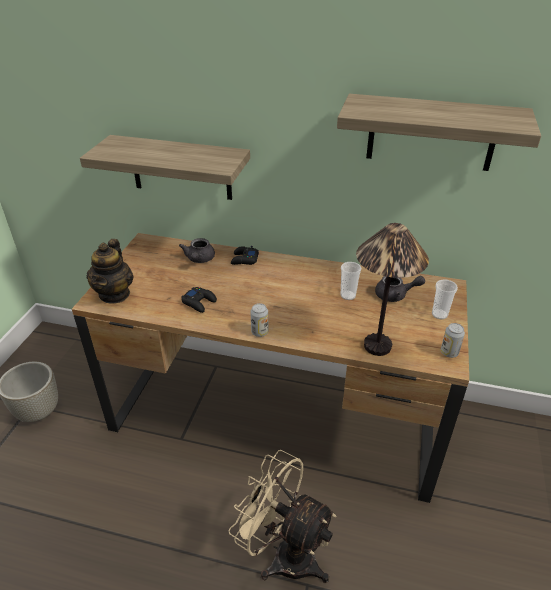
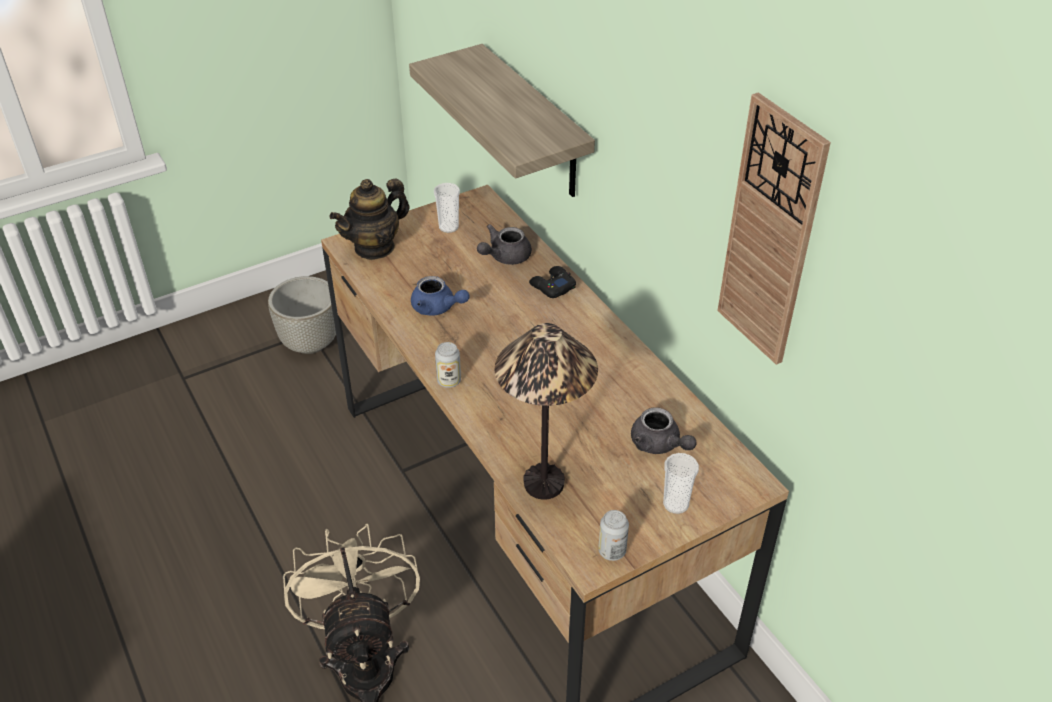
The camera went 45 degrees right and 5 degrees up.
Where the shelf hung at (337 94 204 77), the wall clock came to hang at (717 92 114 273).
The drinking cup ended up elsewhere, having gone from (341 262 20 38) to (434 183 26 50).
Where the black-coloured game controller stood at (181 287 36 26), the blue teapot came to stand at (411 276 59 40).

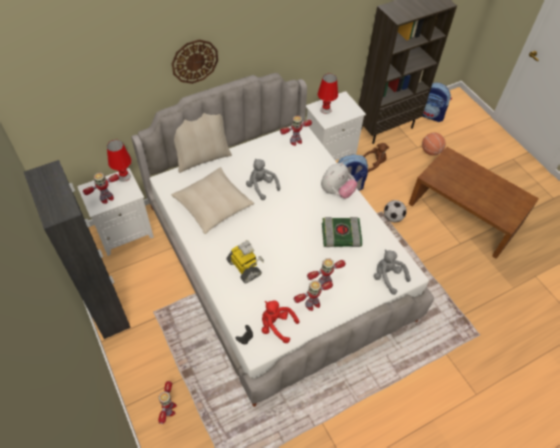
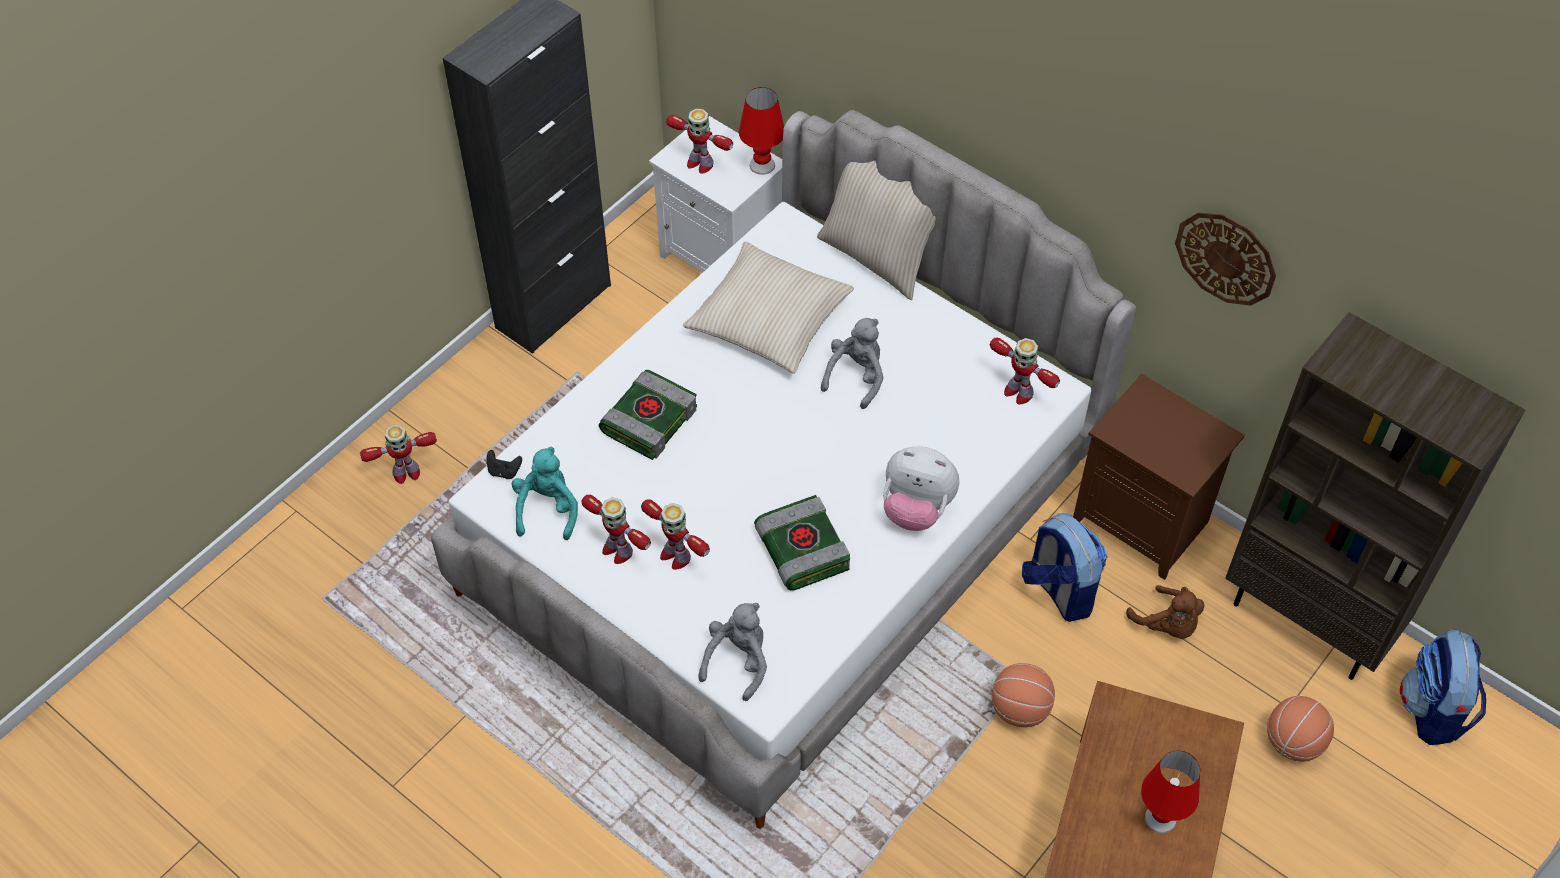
The camera went 70 degrees right and 0 degrees up.
The wall clock ended up elsewhere, having gone from (172 39 46 45) to (1175 212 101 94).
The reddish table lamp ended up elsewhere, having gone from (318 74 20 40) to (1141 750 59 83).
What was the white-coloured bedside table at (306 91 60 70) turned into the brown bedside table at (1073 374 172 206).
Where the ball for football stood at (384 200 23 22), the ball for basketball came to stand at (992 663 63 64).
Where the toy robot stood at (226 240 38 43), the volume came to stand at (599 370 98 90).
What was the reddish plush toy at (262 300 37 43) turned into the turquoise plush toy at (512 447 66 93).

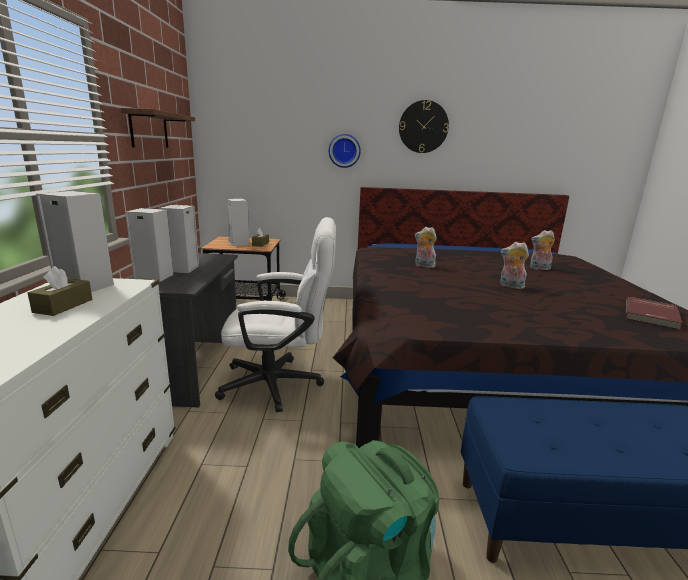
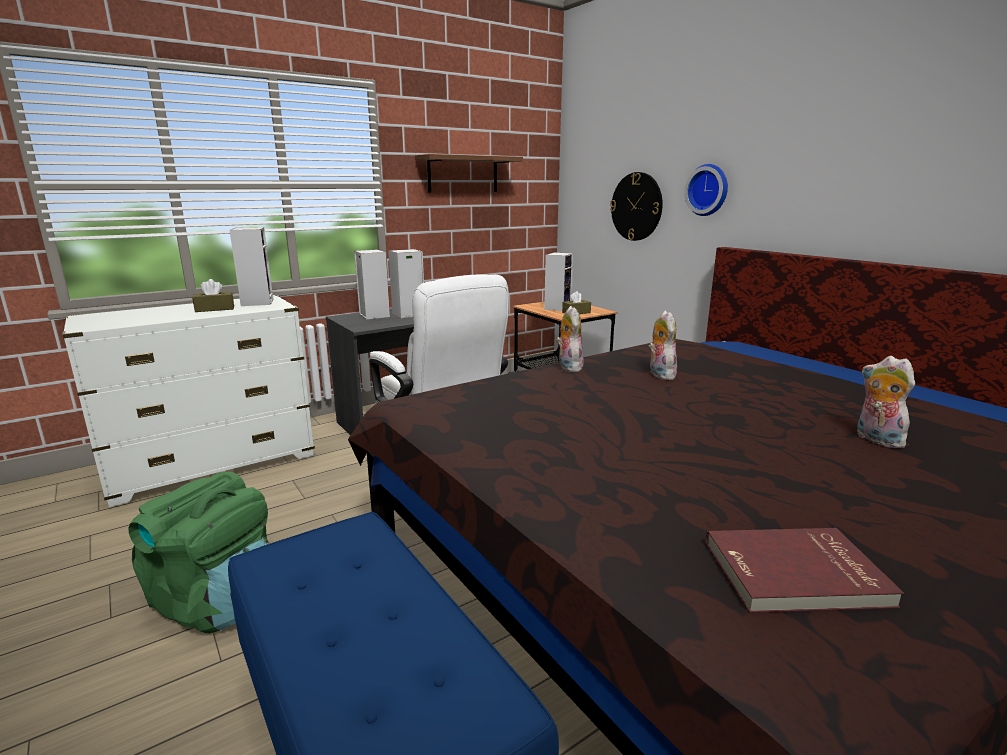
The camera went 55 degrees right and 0 degrees up.
The wall clock ended up elsewhere, having gone from (399 100 50 53) to (610 172 53 69).
The plush toy ended up elsewhere, having gone from (500 242 29 47) to (556 306 28 66).

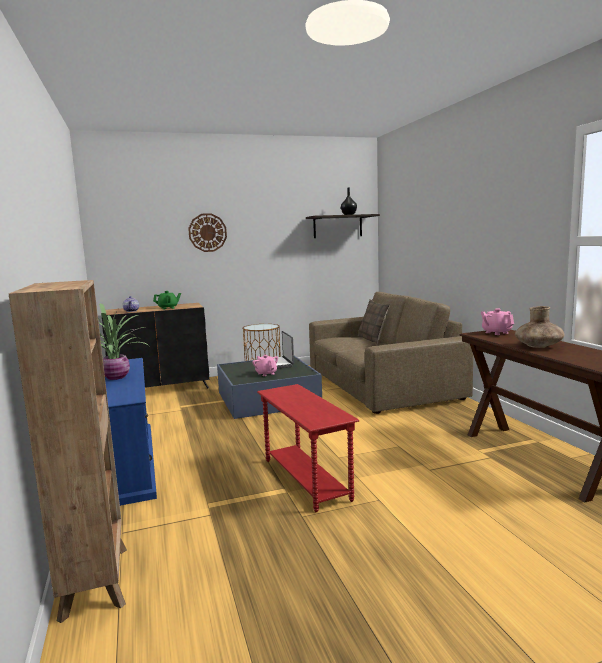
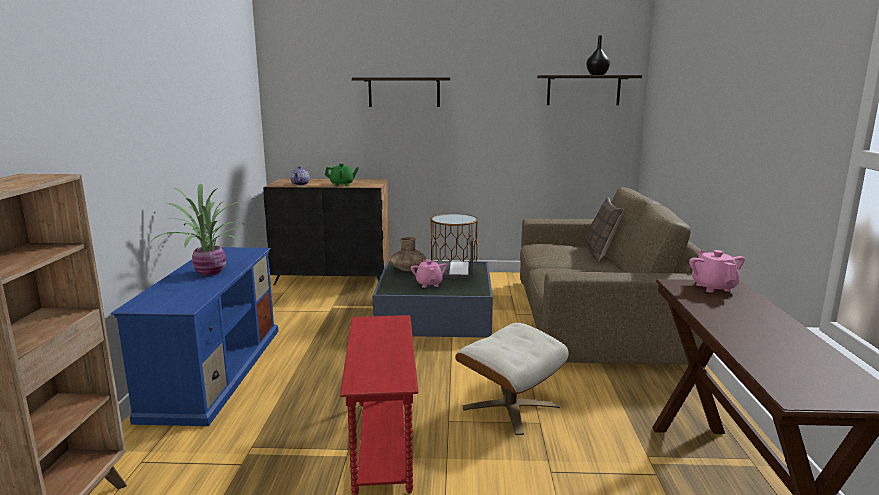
The camera went 20 degrees right and 5 degrees up.
Where the wall clock hung at (188 213 39 39), the shelf came to hang at (352 77 98 30).
The brown flower vase ended up elsewhere, having gone from (515 306 49 42) to (390 237 37 34).
The second view gained the beige-coloured ottoman at (455 323 114 112).

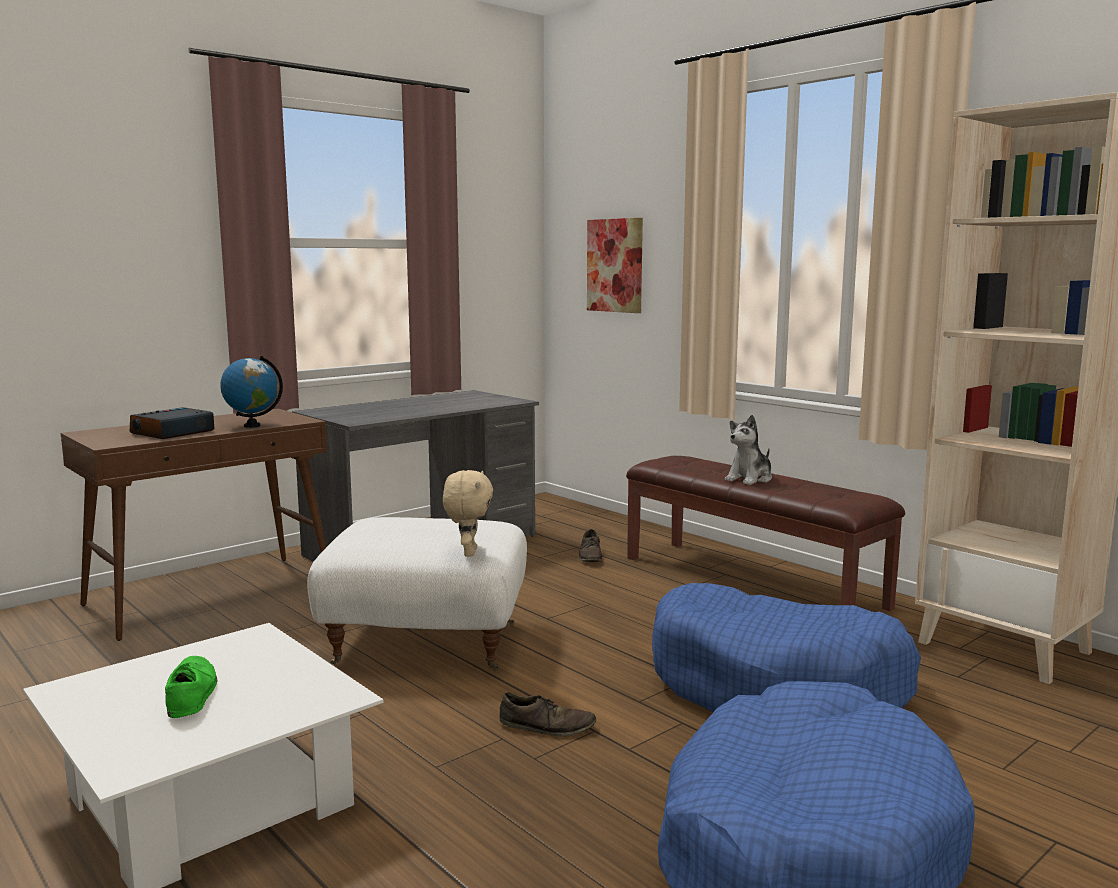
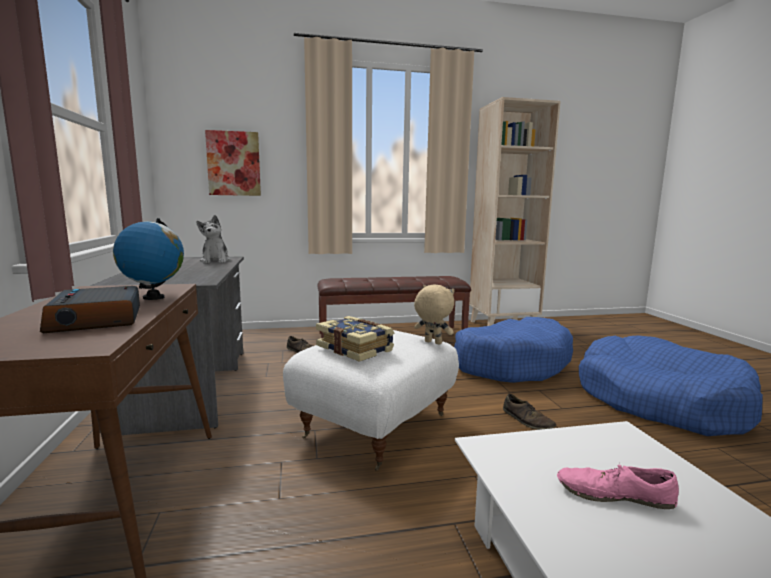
The camera went 60 degrees left and 0 degrees up.
The plush toy ended up elsewhere, having gone from (725 415 47 70) to (196 215 35 48).
What was the greenish shoe at (165 656 52 62) turned into the pinkish shoe at (557 464 122 45).
The brown shoe at (500 693 96 44) ended up facing another way, 105 degrees clockwise from before.
The second view gained the volume at (316 316 78 46).

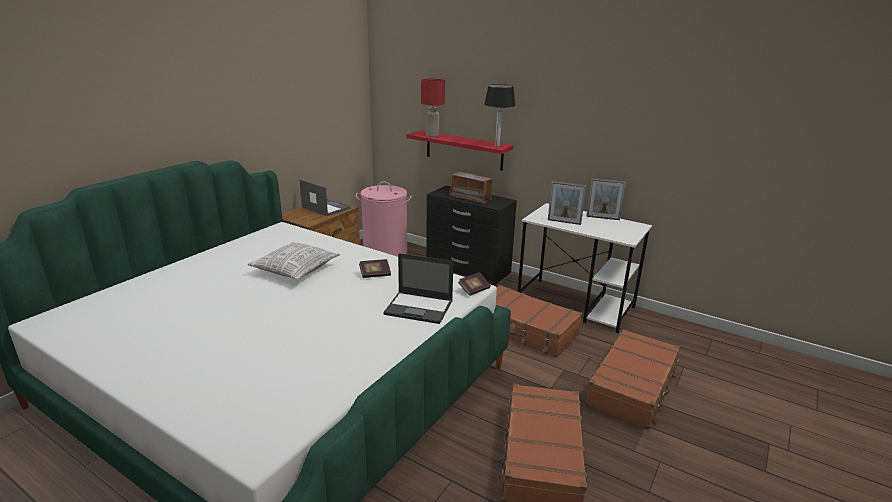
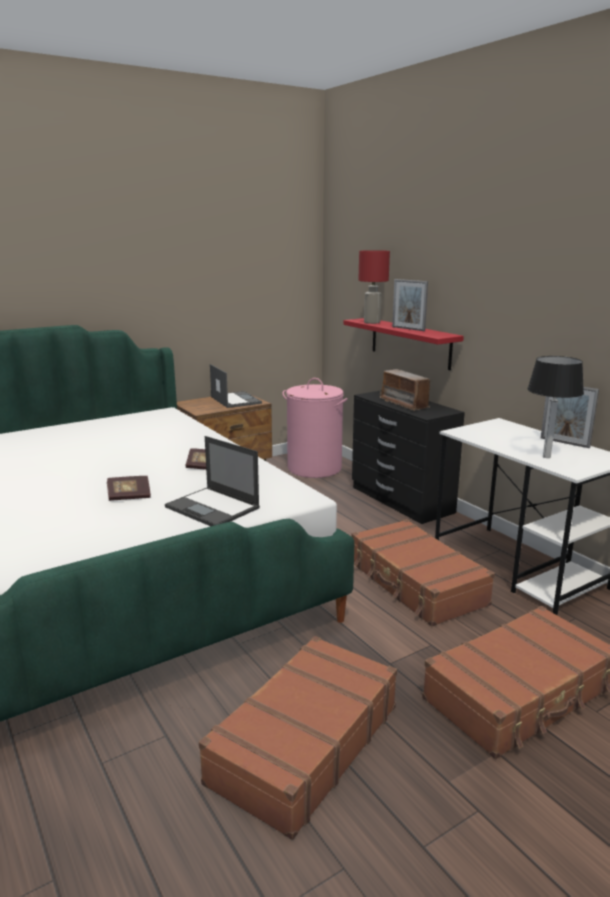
The camera went 25 degrees right and 5 degrees down.
The table lamp ended up elsewhere, having gone from (484 84 32 62) to (527 356 57 102).
The photo frame ended up elsewhere, having gone from (548 181 38 44) to (392 279 36 52).
The second view lost the throw pillow at (248 242 92 38).
The volume ended up elsewhere, having gone from (458 272 33 24) to (107 476 44 25).

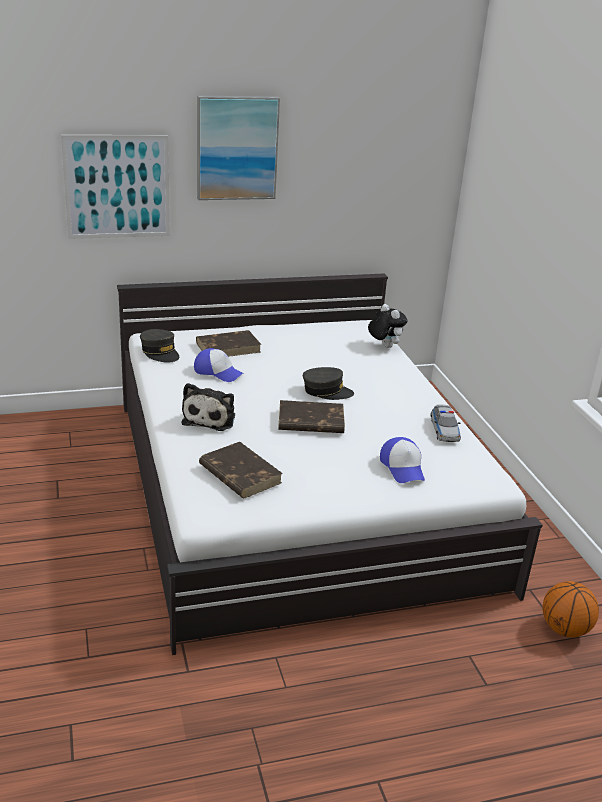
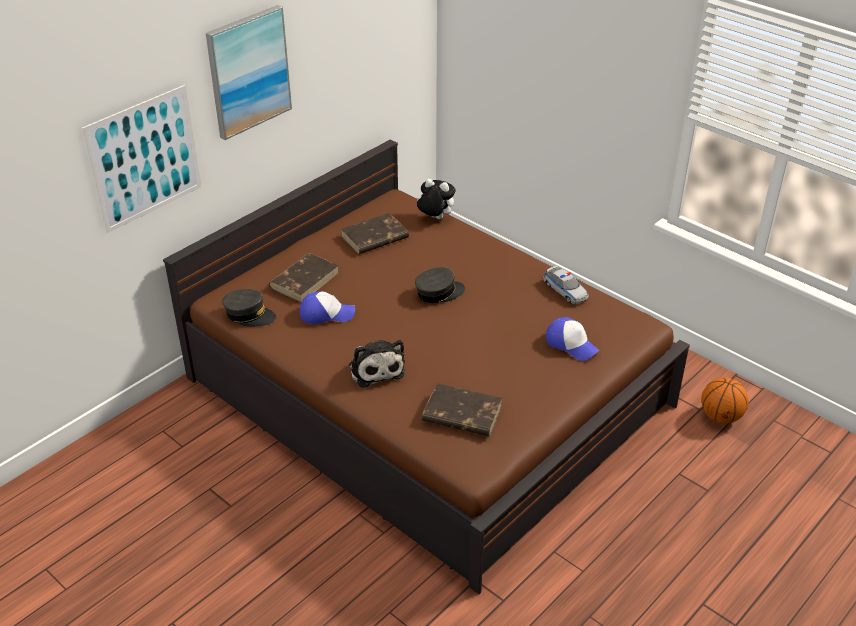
The camera went 30 degrees left and 10 degrees up.
What was the white-coloured sleeping bed at (117 273 426 382) turned into the brown sleeping bed at (163 139 527 455).
The brown volume ended up elsewhere, having gone from (278 400 67 33) to (341 213 68 41).

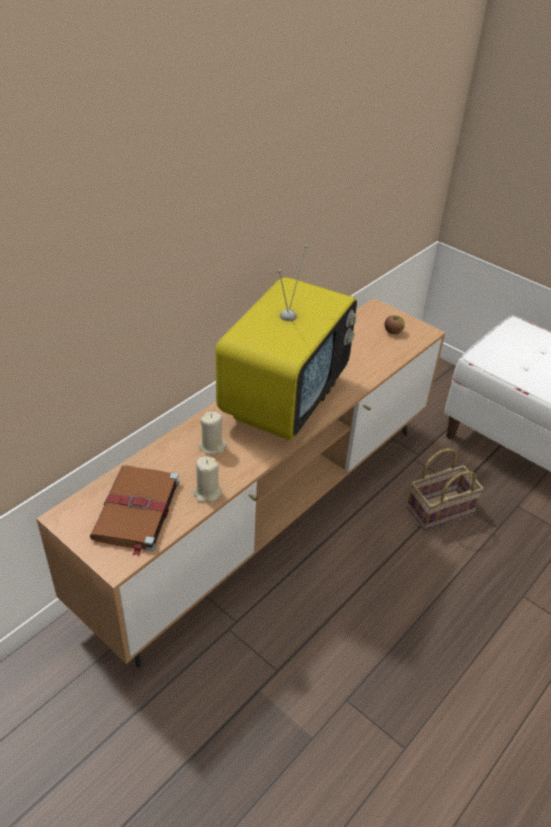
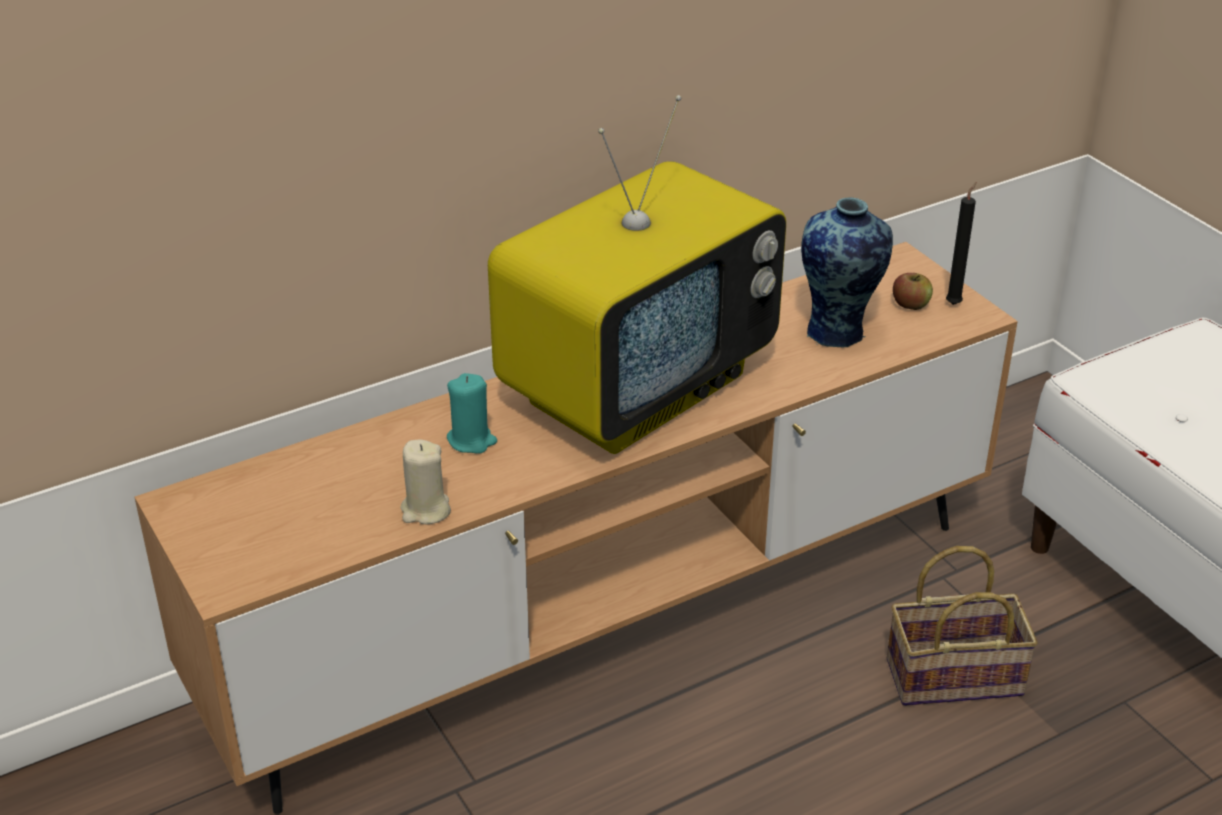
The camera went 20 degrees right and 5 degrees down.
What was the beige-coloured wax light at (199 412 28 43) turned into the turquoise wax light at (447 373 50 81).
The second view lost the brown volume at (90 465 89 92).
The second view gained the black-coloured wax light at (946 182 31 123).
The second view gained the flower vase at (801 197 92 151).

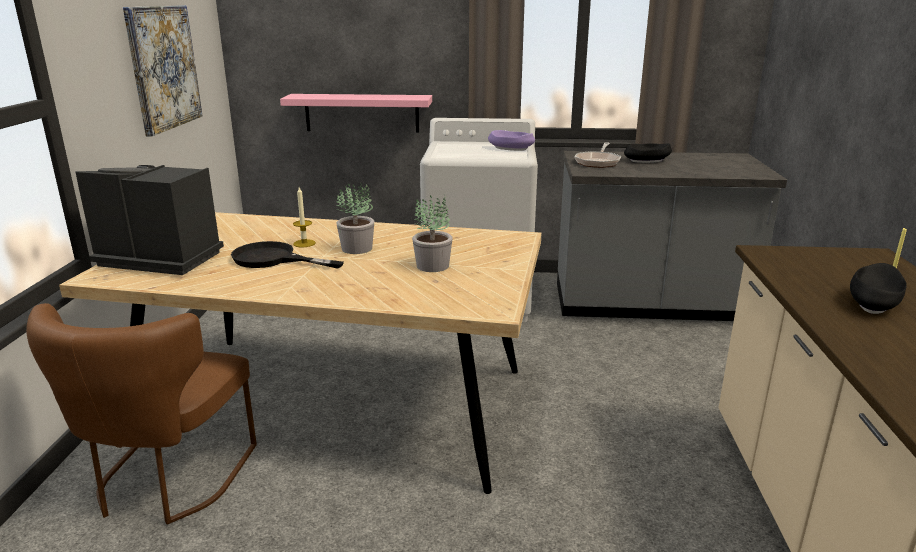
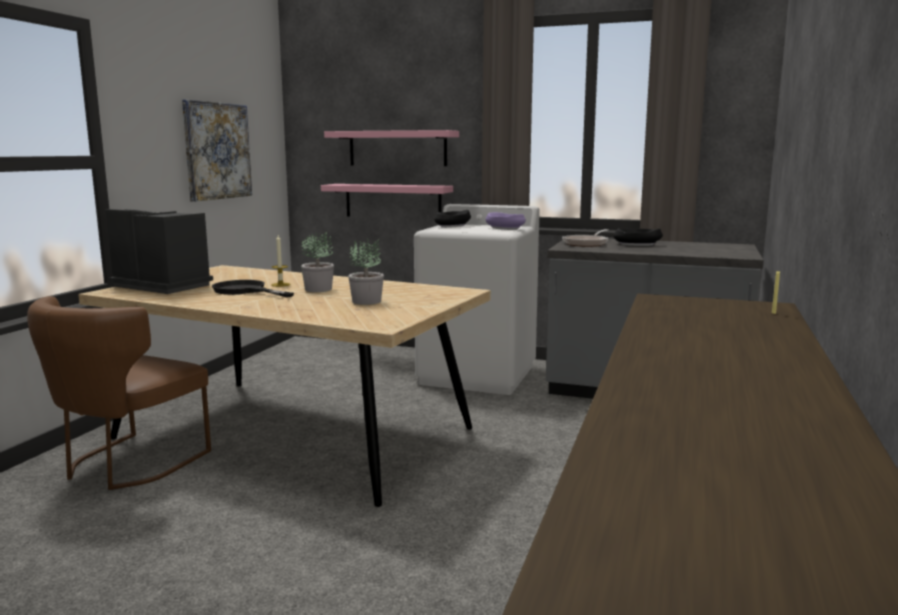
The camera went 15 degrees right and 10 degrees down.
The black-coloured bowl ended up elsewhere, having gone from (850 263 57 51) to (434 210 37 18).
The second view gained the pinkish shelf at (324 130 135 36).

